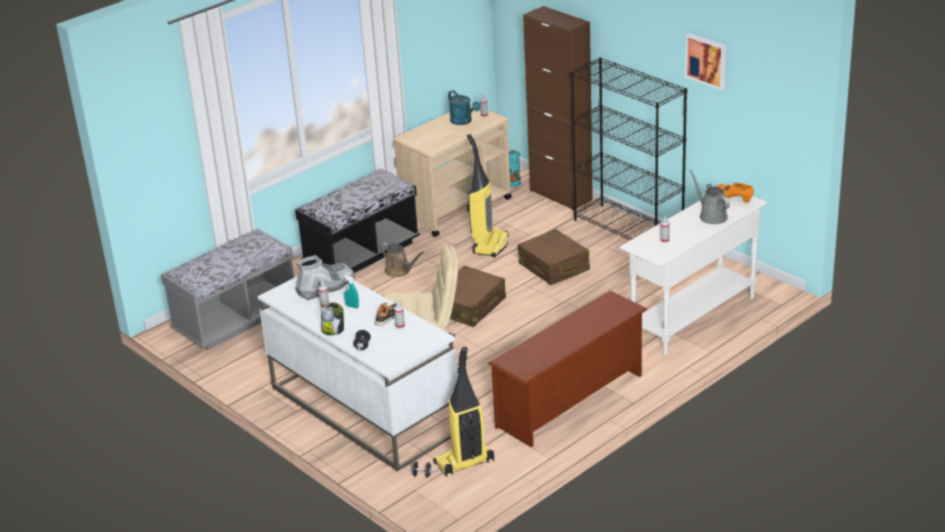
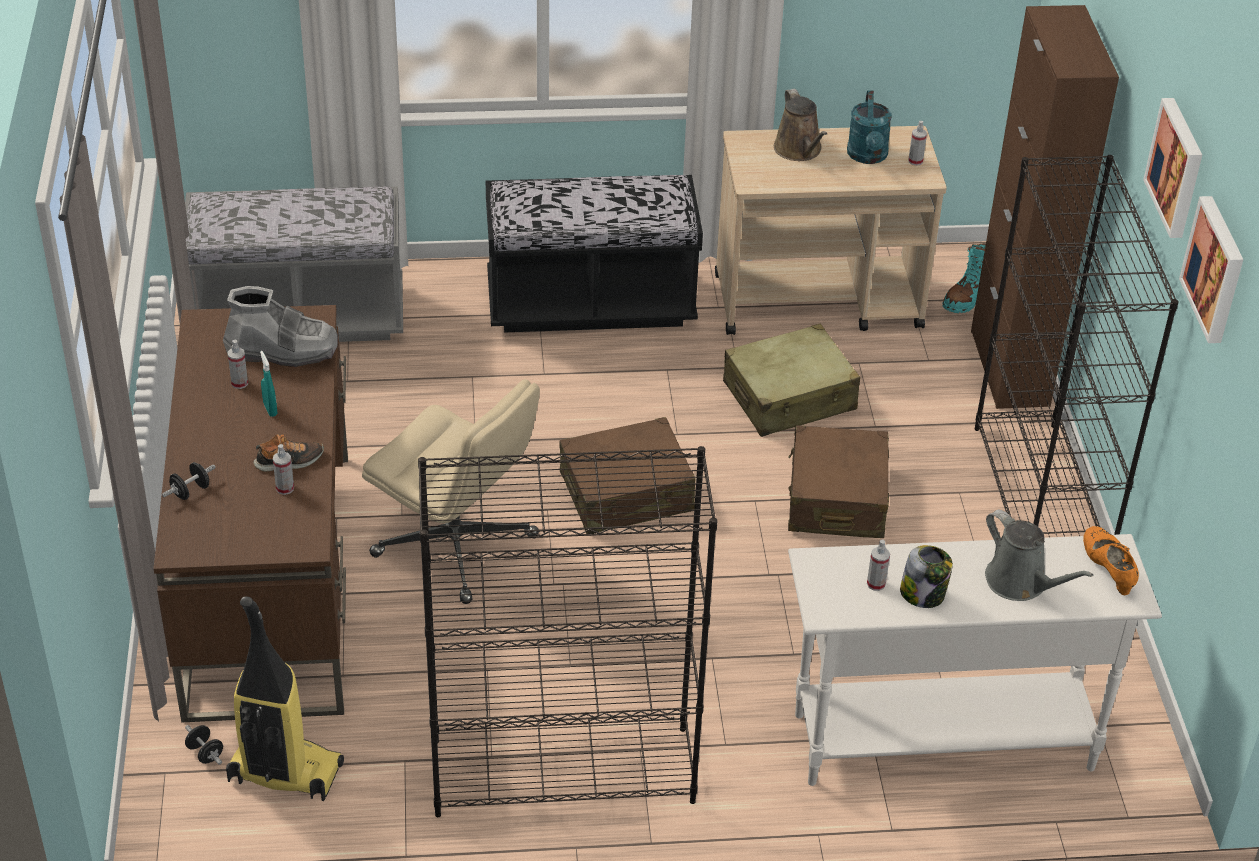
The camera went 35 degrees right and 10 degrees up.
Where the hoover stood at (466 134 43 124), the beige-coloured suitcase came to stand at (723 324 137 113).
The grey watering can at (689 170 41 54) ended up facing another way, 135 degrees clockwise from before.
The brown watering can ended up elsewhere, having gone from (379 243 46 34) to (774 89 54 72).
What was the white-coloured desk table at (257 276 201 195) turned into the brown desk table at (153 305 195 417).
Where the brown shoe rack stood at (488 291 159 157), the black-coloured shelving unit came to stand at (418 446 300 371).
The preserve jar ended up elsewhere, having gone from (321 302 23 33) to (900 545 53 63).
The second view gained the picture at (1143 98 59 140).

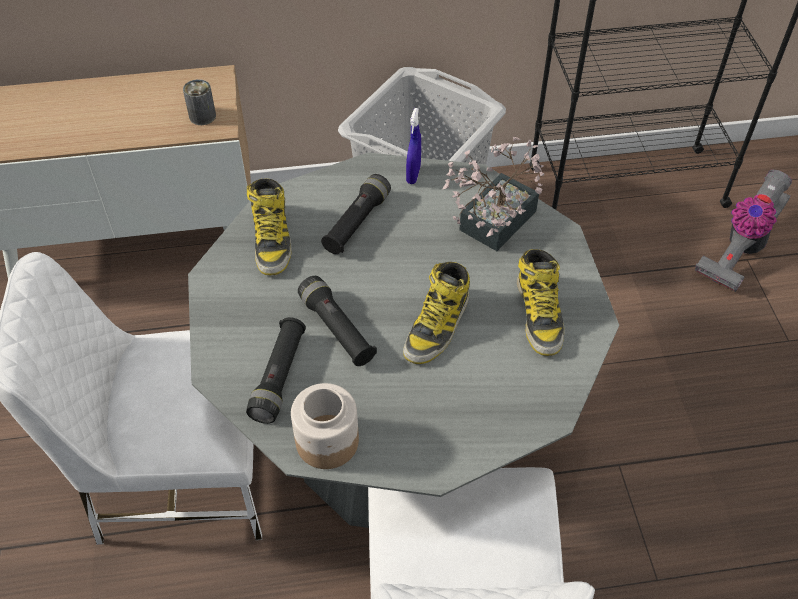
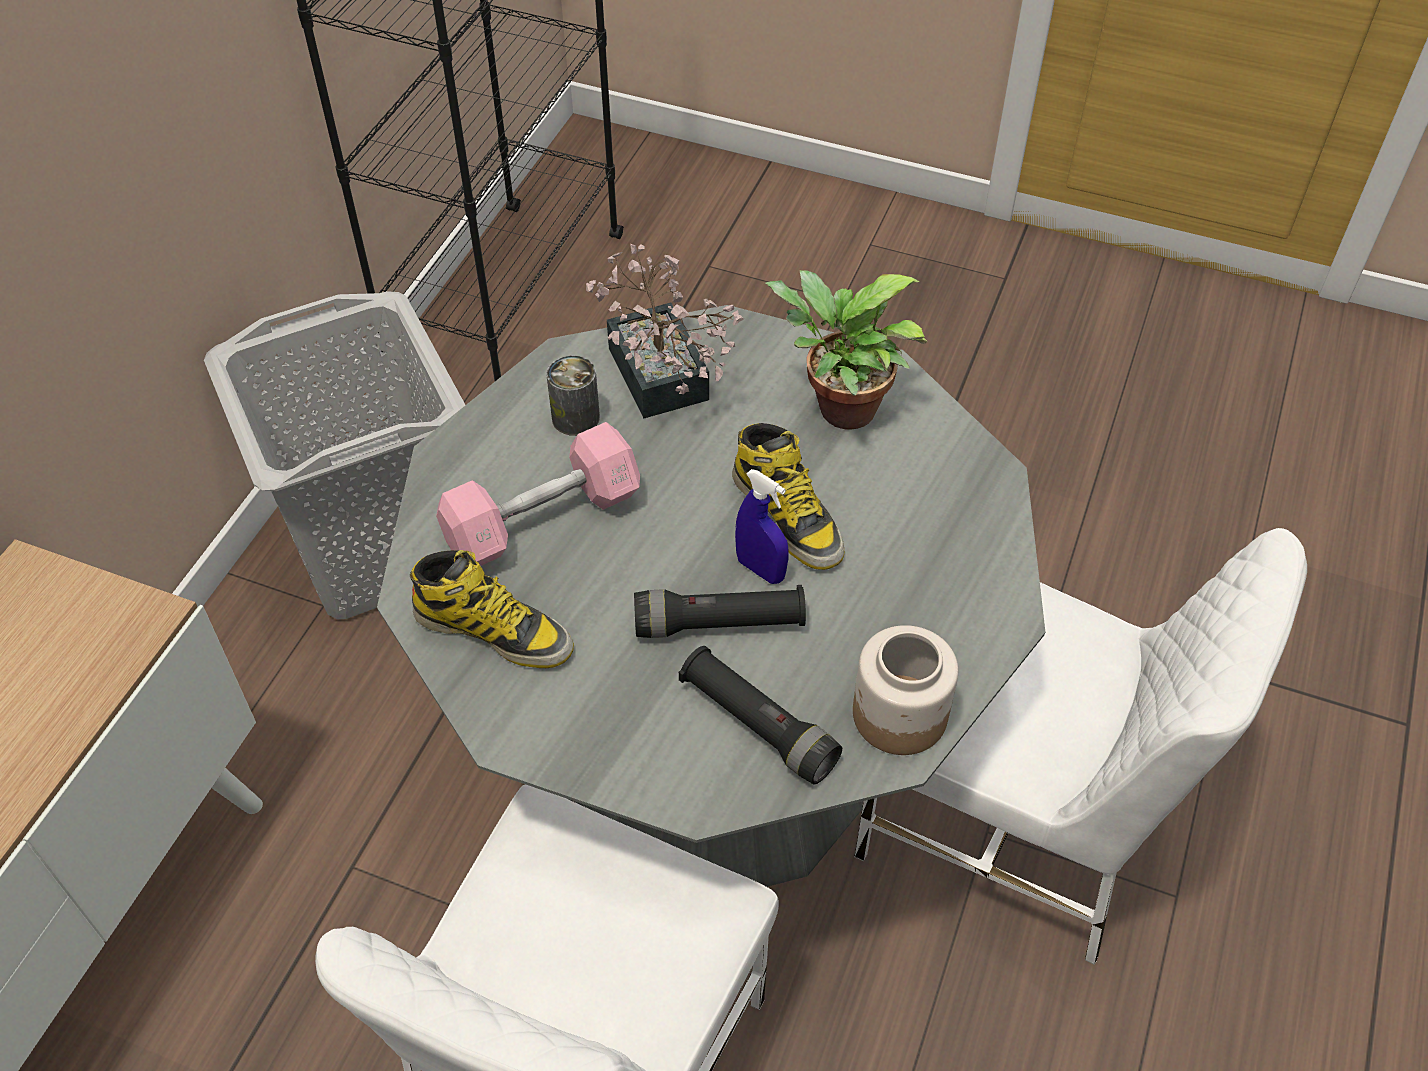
The camera went 60 degrees left and 0 degrees up.
The can ended up elsewhere, having gone from (183 79 33 46) to (546 355 54 81).
The blue hand sprayer ended up elsewhere, having gone from (406 108 15 76) to (735 469 53 115).
The second view lost the hoover at (695 169 97 123).
Where the black-coloured torch stood at (321 174 70 80), the pinkish hand weight came to stand at (436 422 204 144).
Where the boot stood at (517 249 47 107), the plant in a pot came to stand at (765 270 163 160).

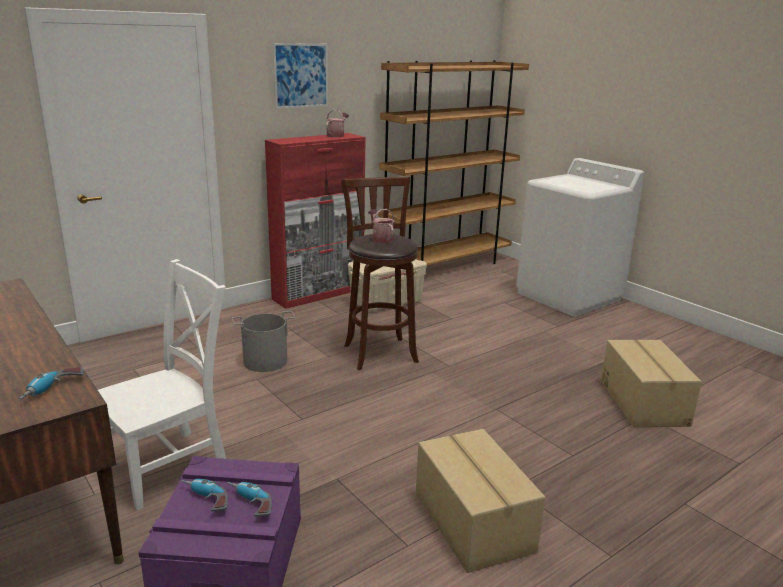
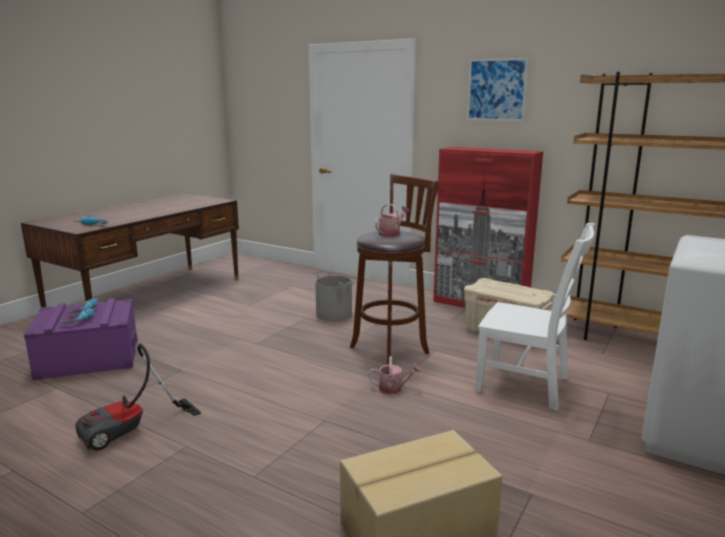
The camera went 70 degrees right and 5 degrees down.
The watering can ended up elsewhere, having gone from (326 110 23 28) to (368 357 54 37).
The white-coloured plain chair ended up elsewhere, having gone from (98 259 128 252) to (475 223 120 188).
Where the carton stood at (416 429 129 144), the hoover came to stand at (75 344 126 107).

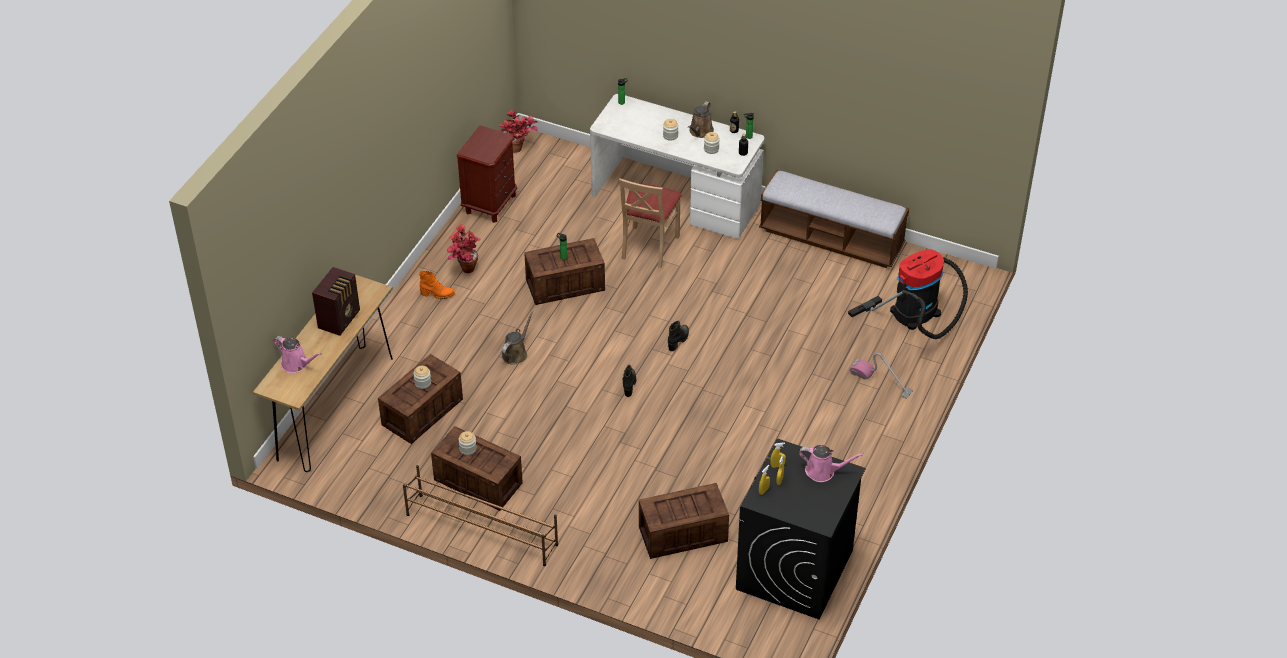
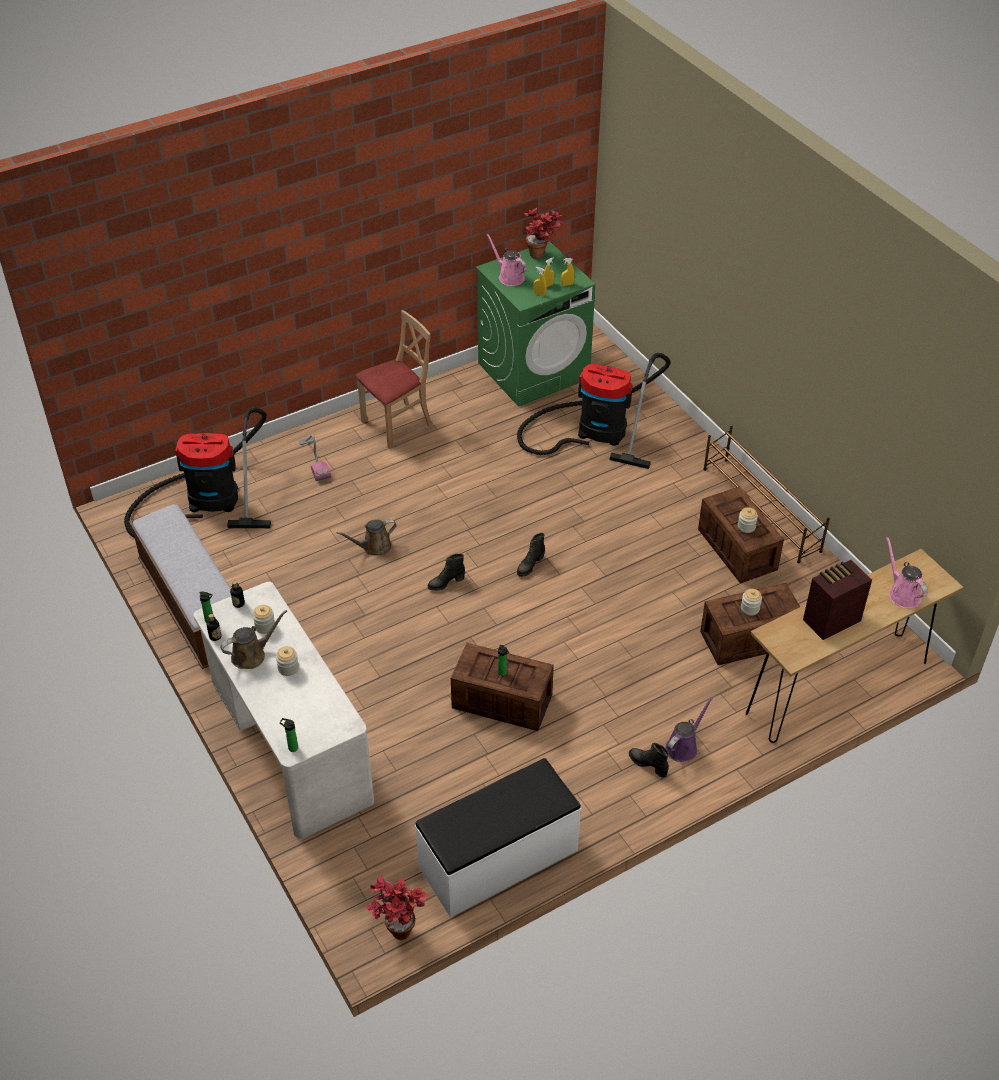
The camera went 145 degrees left and 0 degrees up.
Where the brown bedside table stood at (457 125 60 98), the white-coloured long seat came to stand at (415 758 166 159).
The beige-coloured plain chair ended up elsewhere, having gone from (619 178 63 90) to (355 310 77 139).
The plant in a pot ended up elsewhere, having gone from (447 224 34 49) to (524 207 40 52).
What was the orange boot at (419 271 36 28) turned into the black-coloured boot at (629 743 40 35).
The brown watering can ended up elsewhere, having gone from (502 310 32 55) to (337 519 59 37).
What was the black-coloured washing machine at (736 439 130 181) turned into the greenish washing machine at (476 241 119 166).
Where the shipping crate stood at (639 483 90 76), the hoover came to stand at (517 353 154 116).
The second view gained the purple watering can at (665 697 48 65).

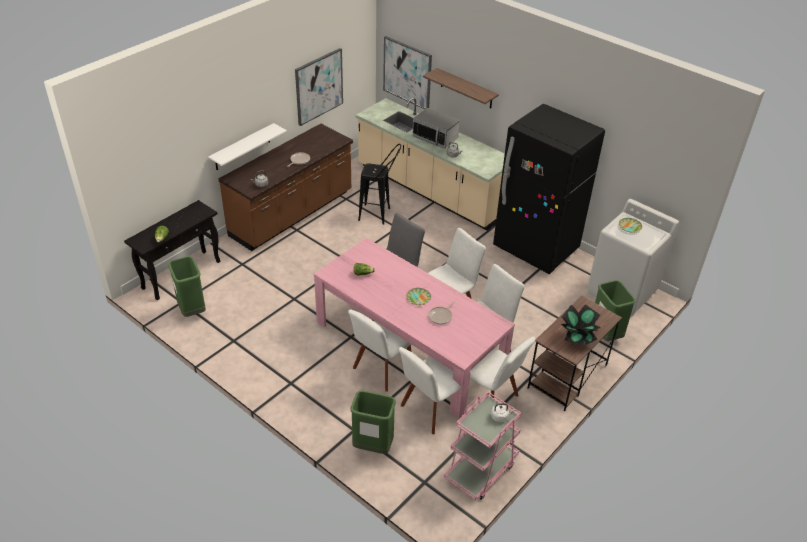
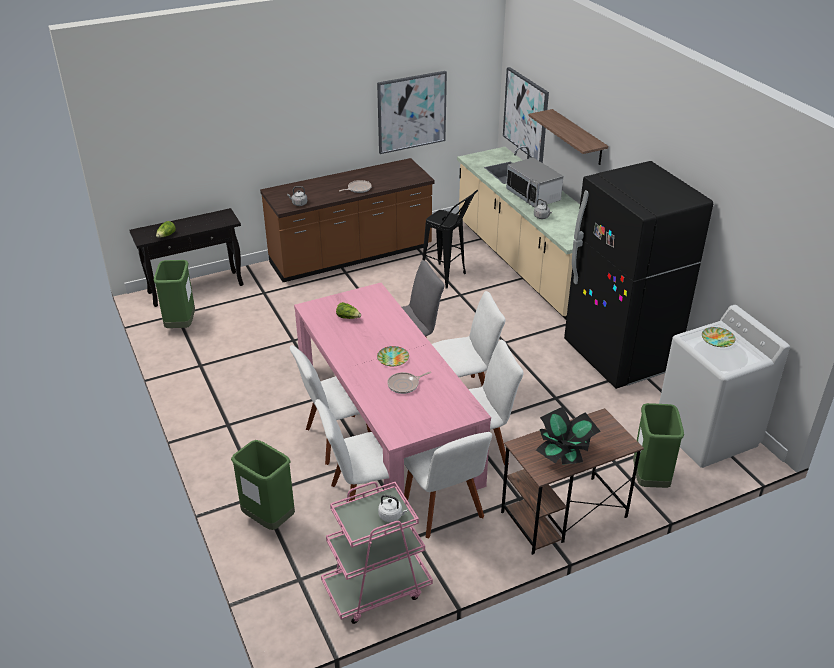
The camera went 25 degrees right and 5 degrees down.
The second view lost the white-coloured shelf at (208 123 79 47).

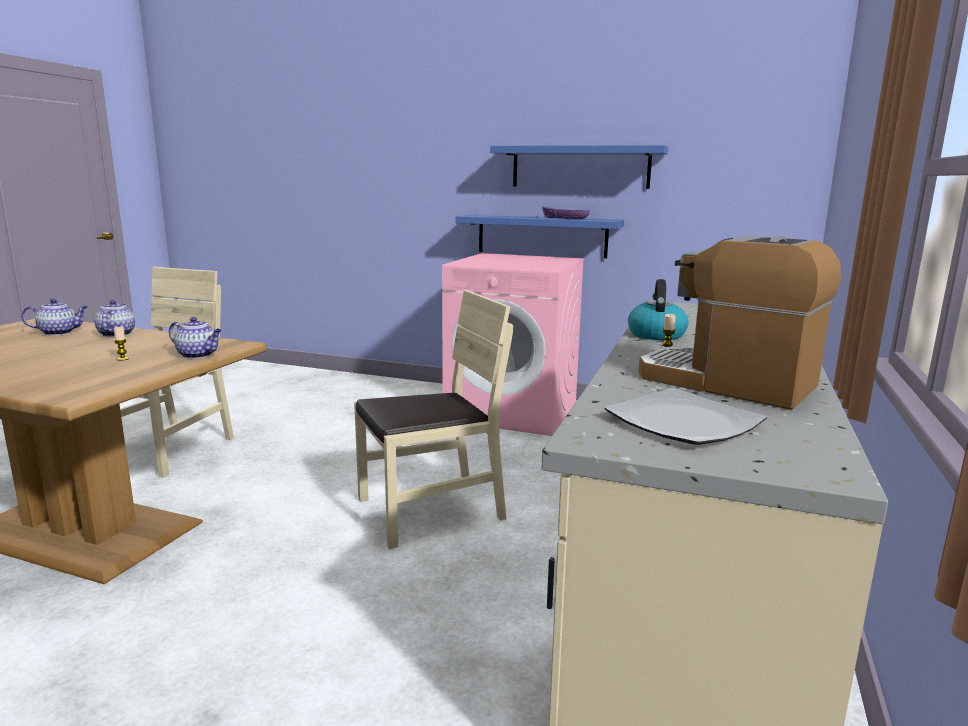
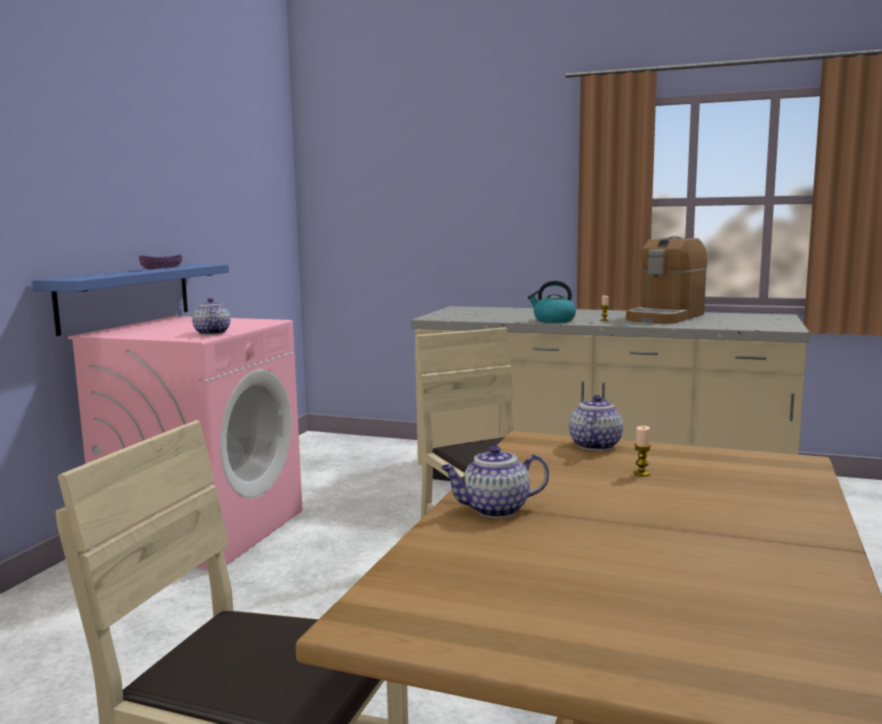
The camera went 90 degrees left and 5 degrees down.
The second view lost the blue shelf at (490 145 178 44).
The teapot ended up elsewhere, having gone from (21 299 67 36) to (192 298 38 37).
The second view lost the plate at (605 388 162 57).

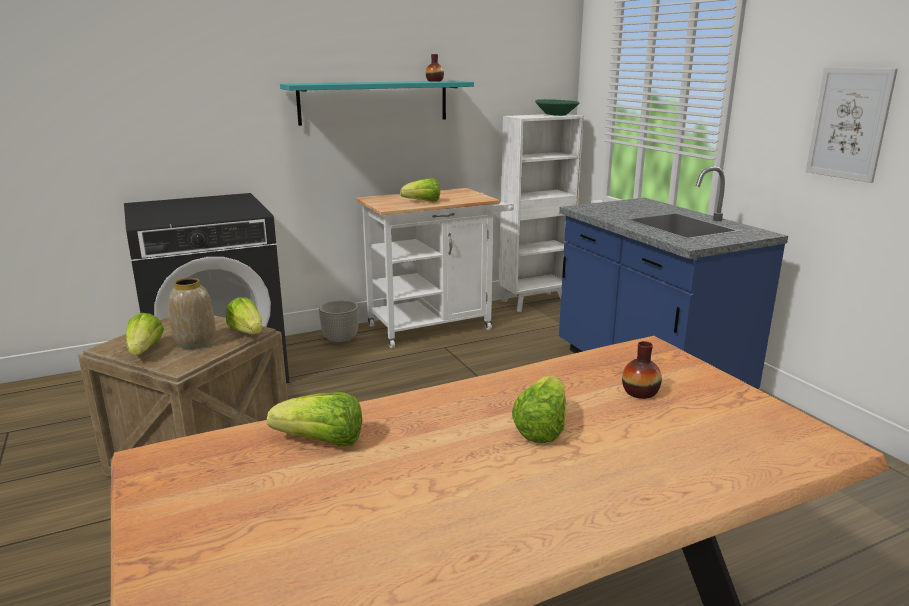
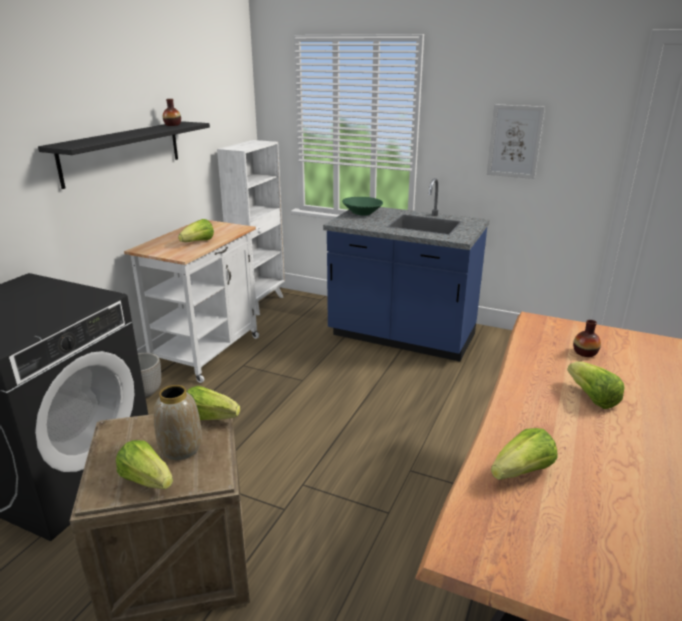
The camera went 40 degrees left and 5 degrees up.
What was the turquoise shelf at (280 81 194 45) turned into the black-coloured shelf at (38 121 172 68).
The greenish bowl ended up elsewhere, having gone from (535 99 44 17) to (342 197 41 19).

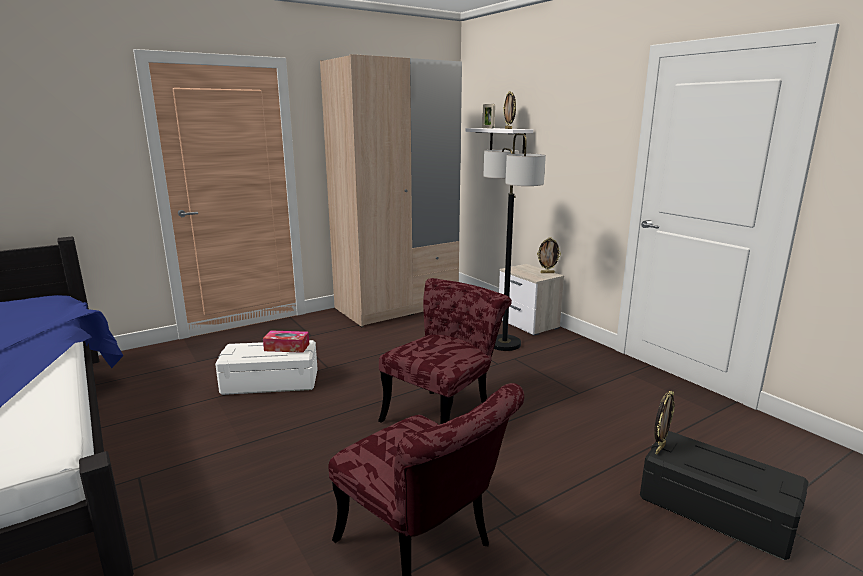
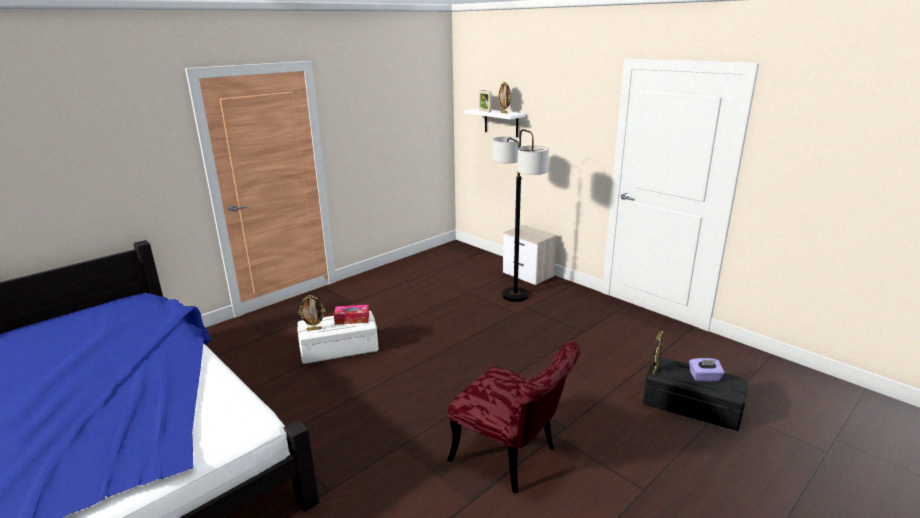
The camera went 10 degrees left and 5 degrees up.
The second view lost the beige-coloured clothes cupboard at (320 54 142 273).
The photo frame ended up elsewhere, having gone from (537 238 24 35) to (299 295 26 36).
The second view lost the reddish plain chair at (378 278 134 146).
The second view gained the purple tissue box at (689 358 35 23).

